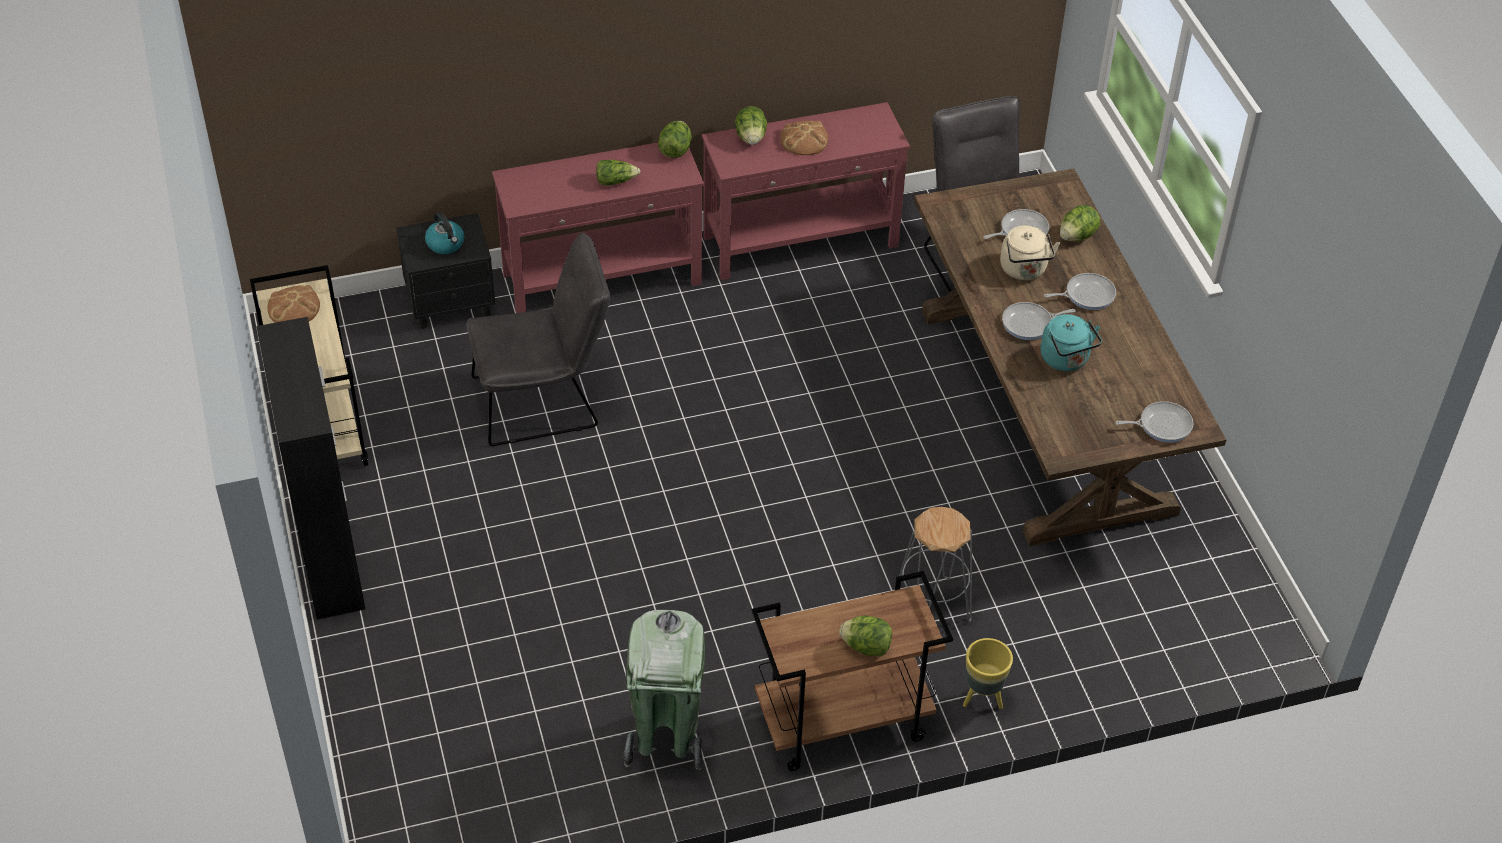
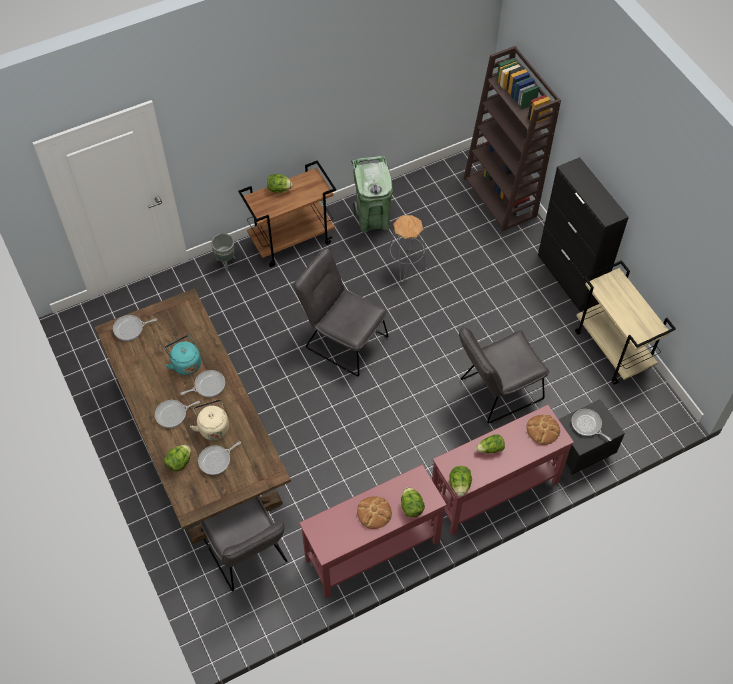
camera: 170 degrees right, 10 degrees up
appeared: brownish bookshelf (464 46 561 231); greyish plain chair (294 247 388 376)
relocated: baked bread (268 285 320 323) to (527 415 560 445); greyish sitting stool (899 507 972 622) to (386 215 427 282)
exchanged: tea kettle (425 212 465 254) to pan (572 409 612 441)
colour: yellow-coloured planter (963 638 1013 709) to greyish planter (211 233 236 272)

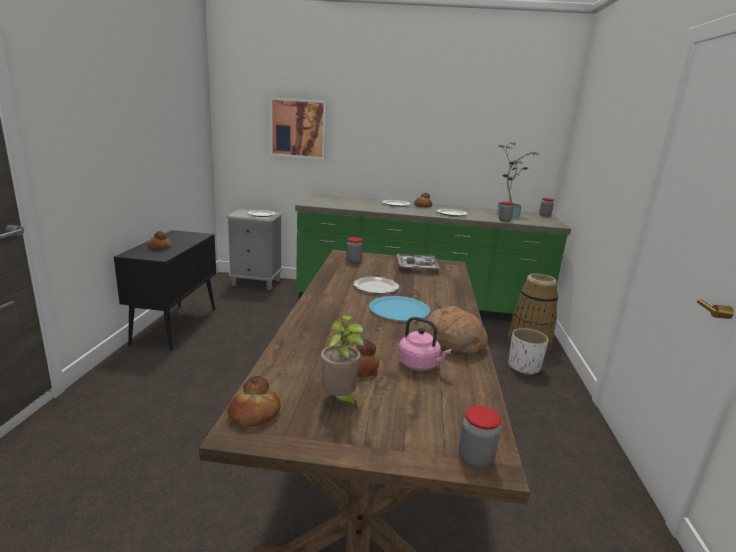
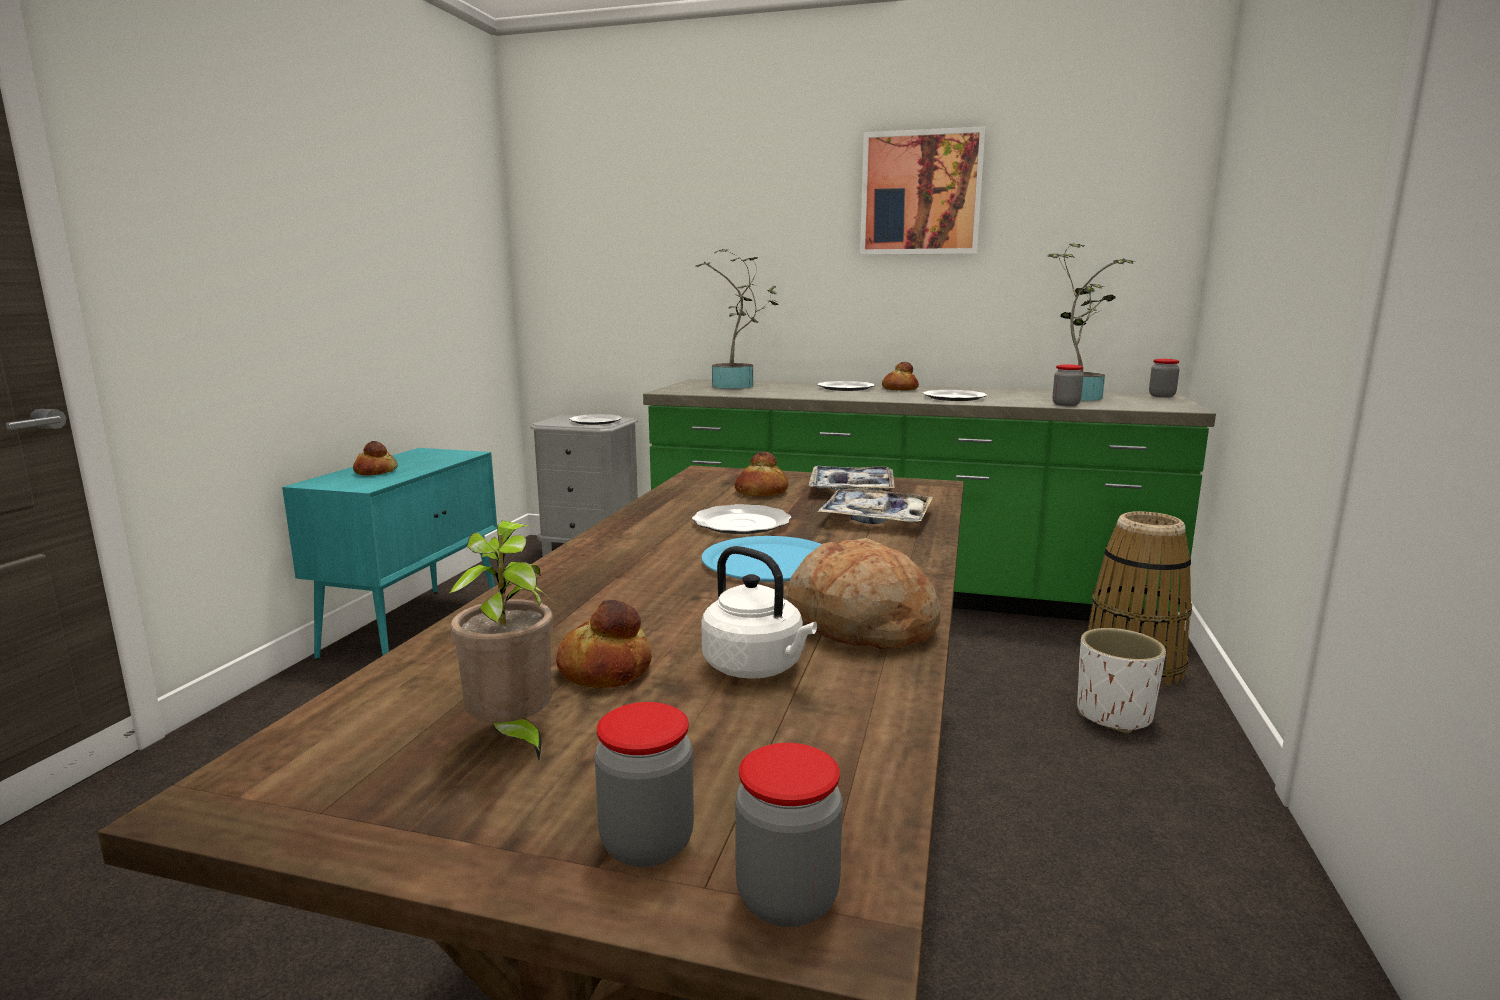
camera: 10 degrees right, 5 degrees down
appeared: potted plant (696 249 779 389); serving tray (817 489 933 524)
relocated: wall art (270 97 327 160) to (860 126 985 255); jar (346 237 363 263) to (595 702 694 867); baked bread (228 376 281 427) to (735 451 788 497)
colour: blackish cupboard (114 230 216 351) to turquoise cupboard (282 448 497 660); pink-coloured tea kettle (398 317 451 371) to white tea kettle (701 546 817 679)

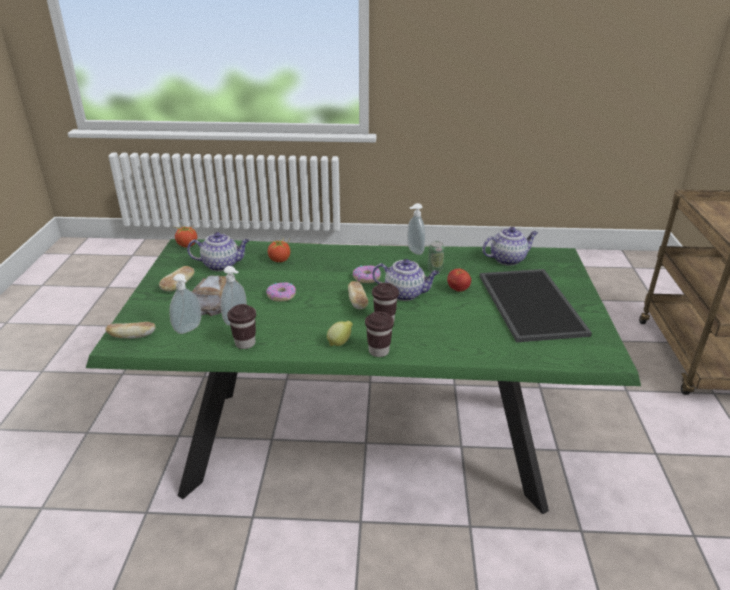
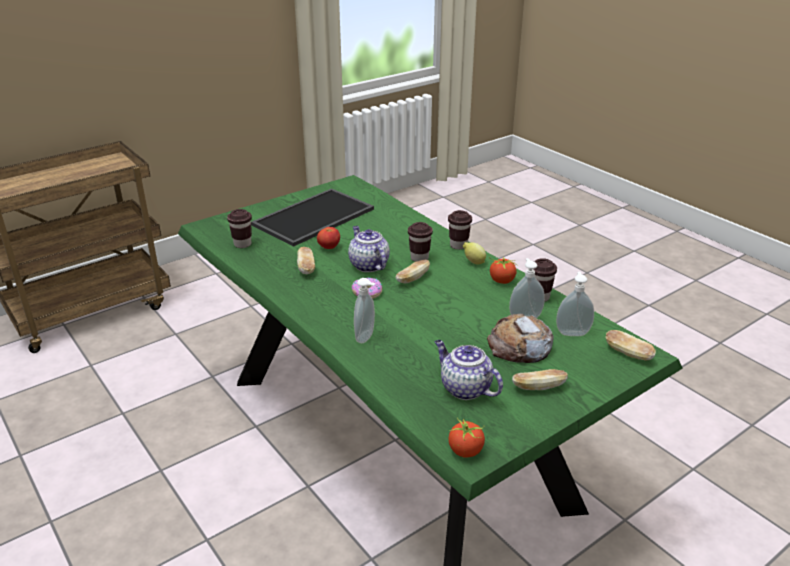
camera: 130 degrees left, 0 degrees up
missing: ring doughnut (266 282 296 301)
relocated: soap bottle (407 203 425 255) to (354 278 375 343); whole tomato (268 236 290 262) to (489 257 518 284)
exchanged: pot for tea (482 227 538 266) to brownish drinking cup (227 209 252 248); can (428 241 444 272) to baked bread (297 247 315 274)

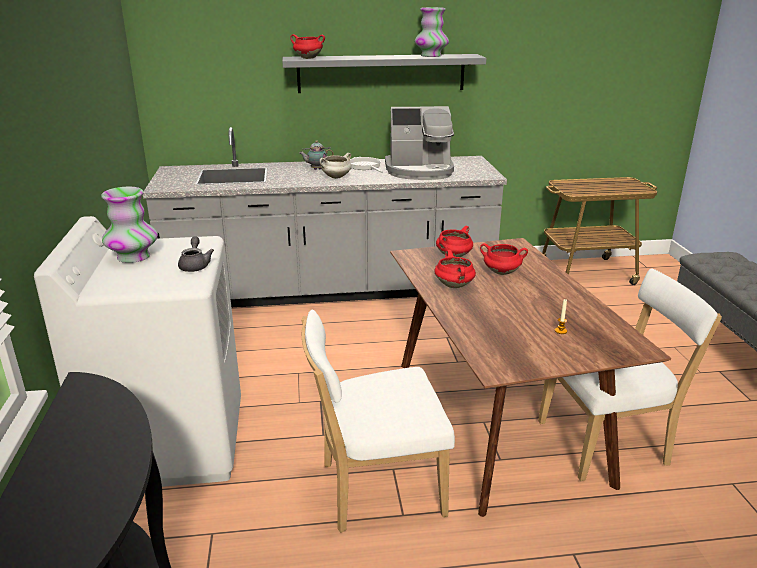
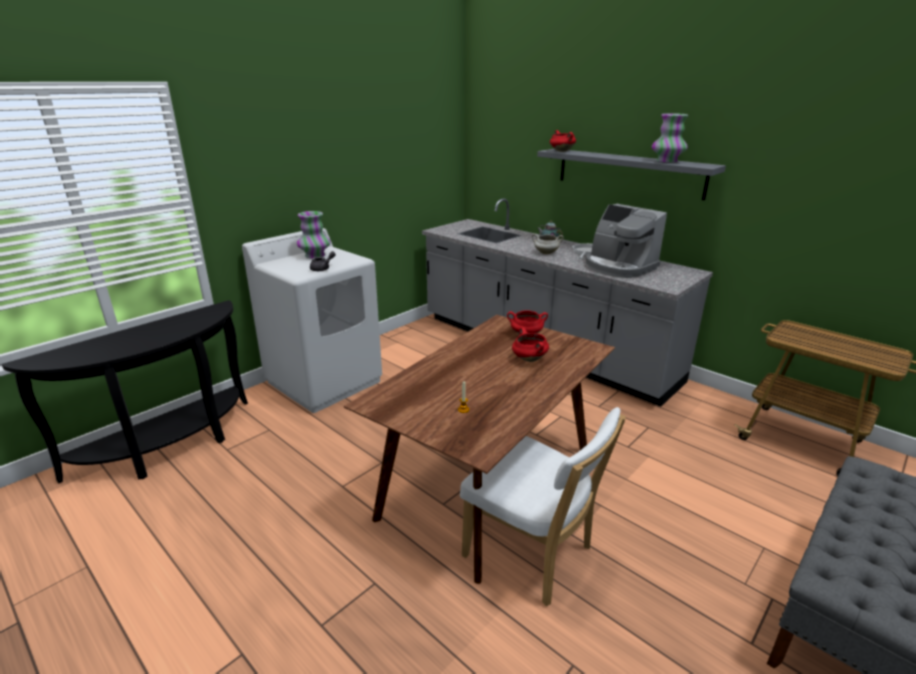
camera: 50 degrees right, 0 degrees up
missing: red-coloured cooking pot (434 250 476 288); white plain chair (301 310 455 533)

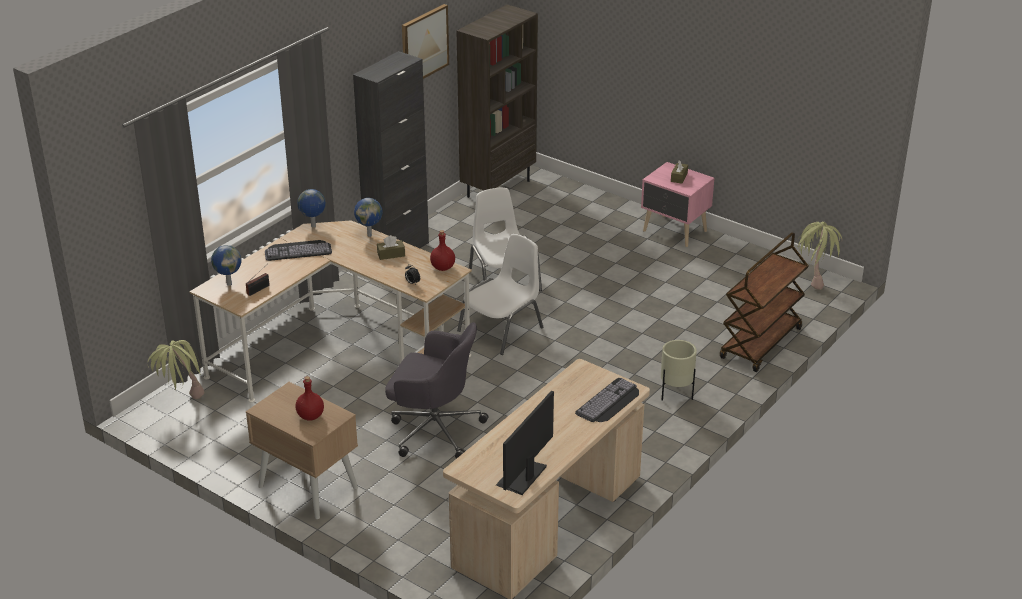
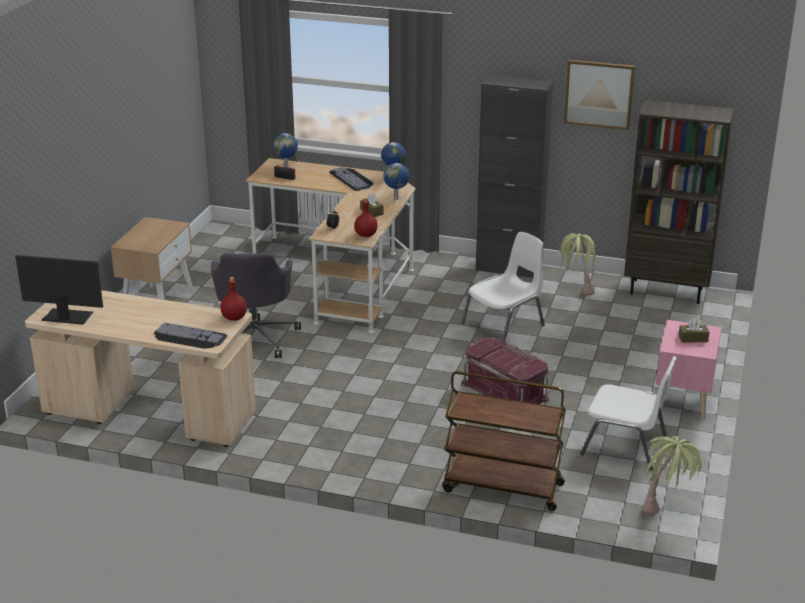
camera: 70 degrees right, 5 degrees down
missing: sand-coloured planter (661 340 697 401)
appeared: red-coloured storage box (461 338 550 404)
relocated: white plain chair (457 234 543 355) to (580 356 677 470); potted plant (147 340 204 399) to (559 233 599 295); red-coloured beverage bottle (295 376 324 421) to (220 277 247 321)

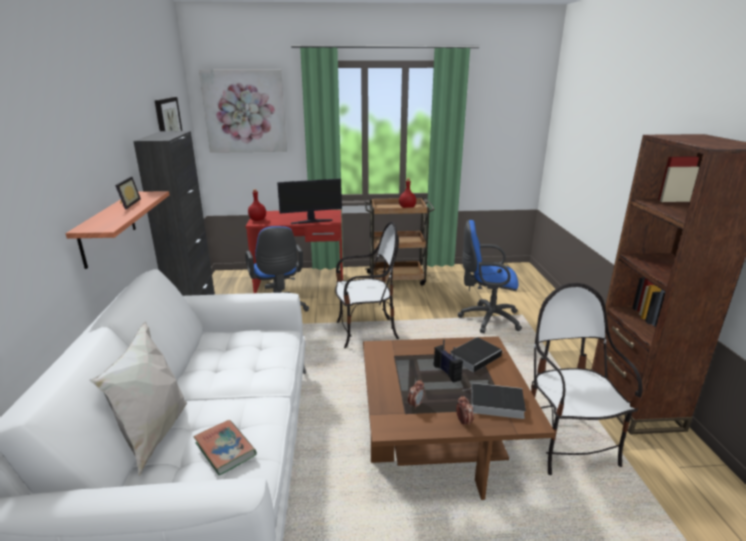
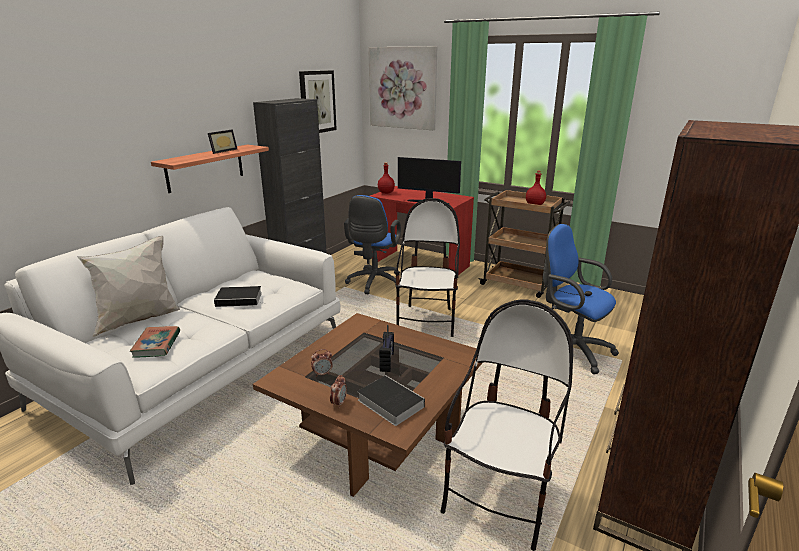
camera: 35 degrees right, 0 degrees up
relocated: book (450 337 504 373) to (214 286 264 307)
spun: plain chair (335 222 399 348) = (396 198 460 337) 105 degrees counterclockwise

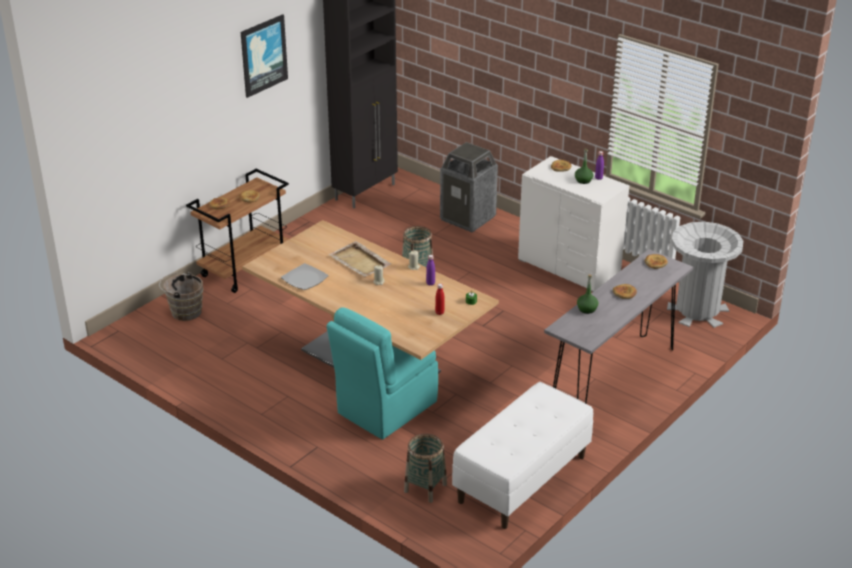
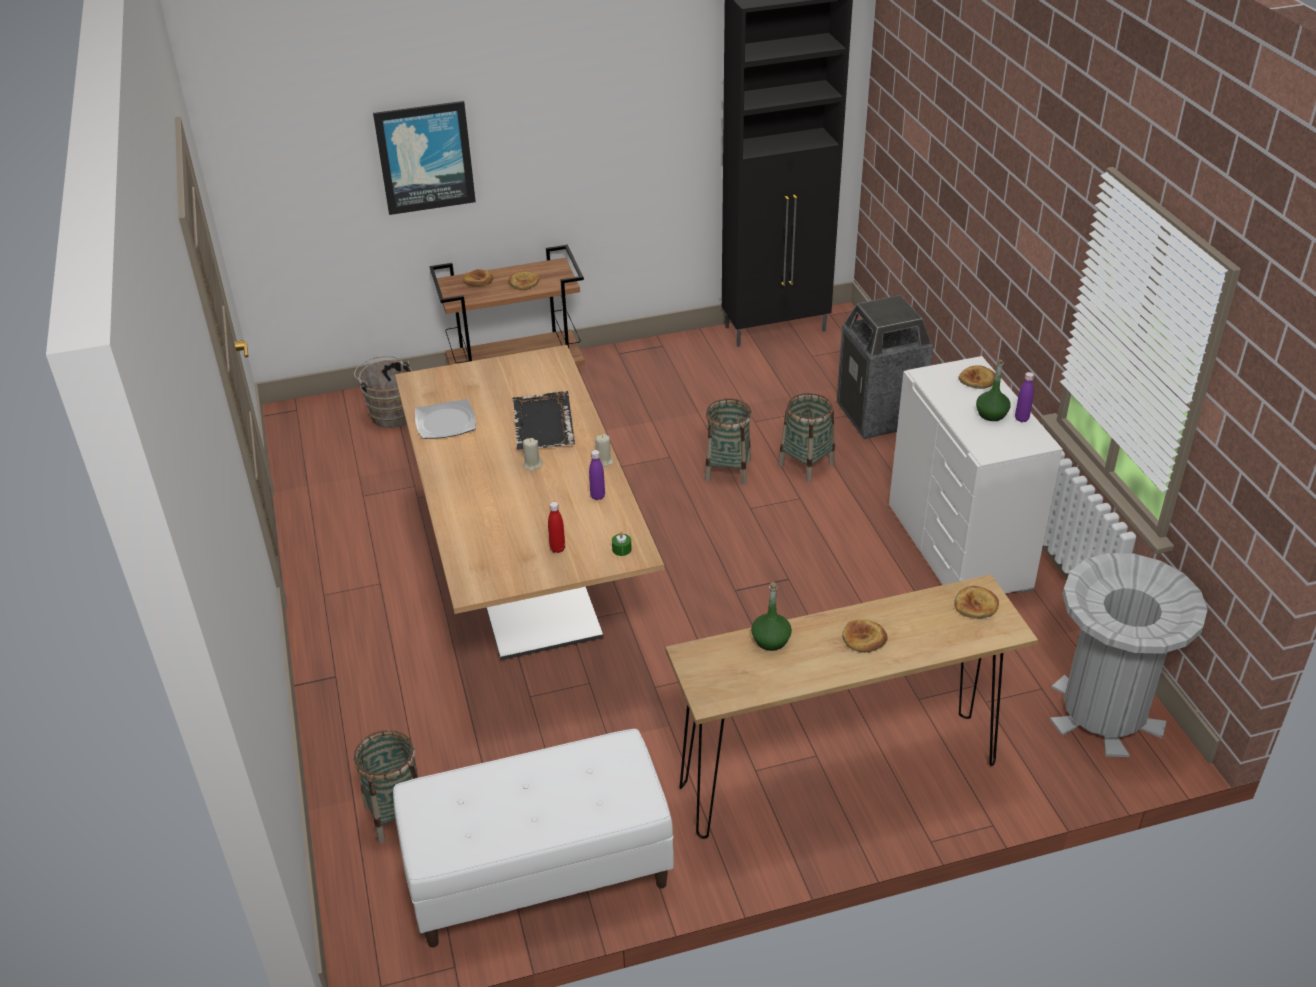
camera: 35 degrees right, 5 degrees up
missing: turquoise plain chair (326 307 438 439)
appeared: basket (778 393 835 482)
relocated: wall art (241 14 288 98) to (373 101 476 215)
colour: sand-coloured serving tray (329 241 391 277) to blackish serving tray (512 391 575 450); greyish console table (544 249 693 403) to brownish console table (666 575 1038 839)

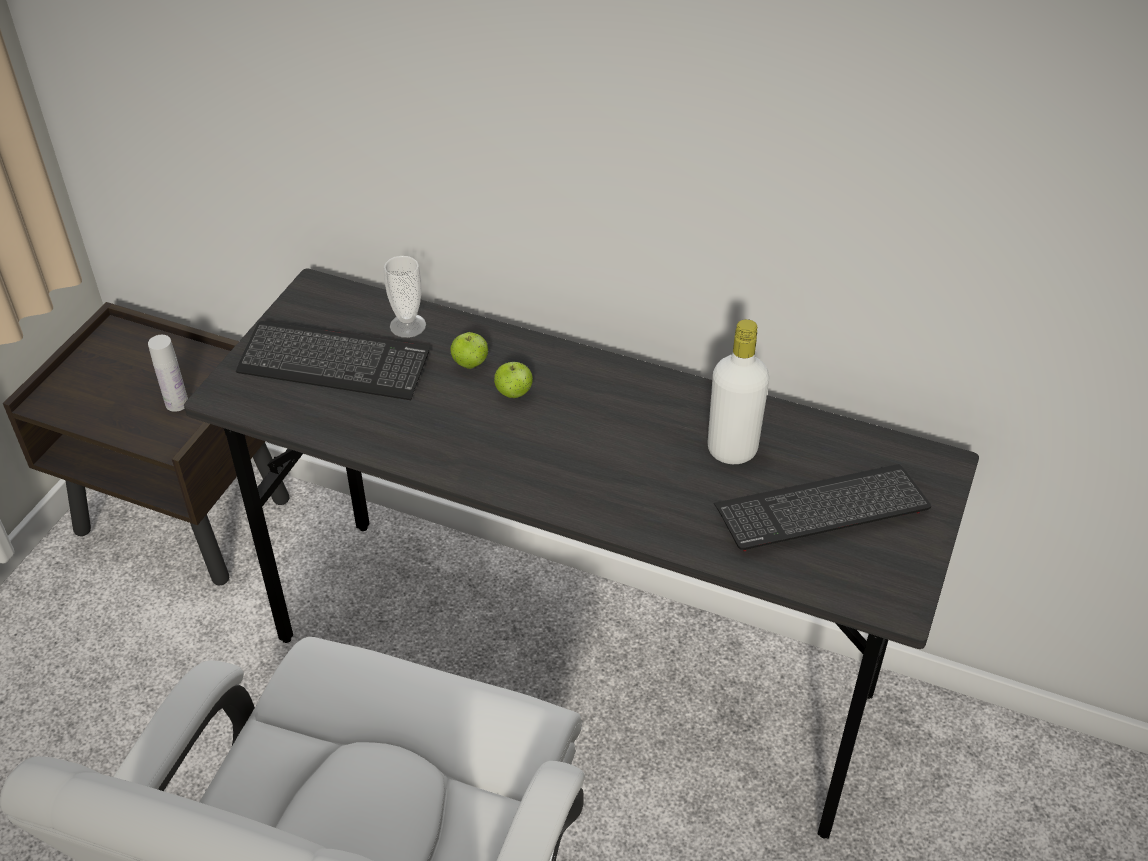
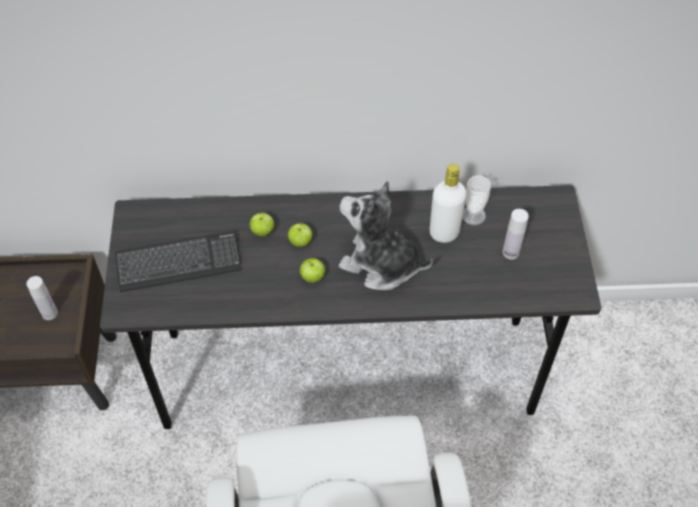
camera: 25 degrees left, 10 degrees up
appeared: soft toy (339 181 433 290); whole apple (300 258 325 283)
relocated: drinking cup (384 256 426 338) to (463 175 491 225)
exchanged: computer keyboard (714 464 931 551) to white beverage bottle (502 209 529 260)

